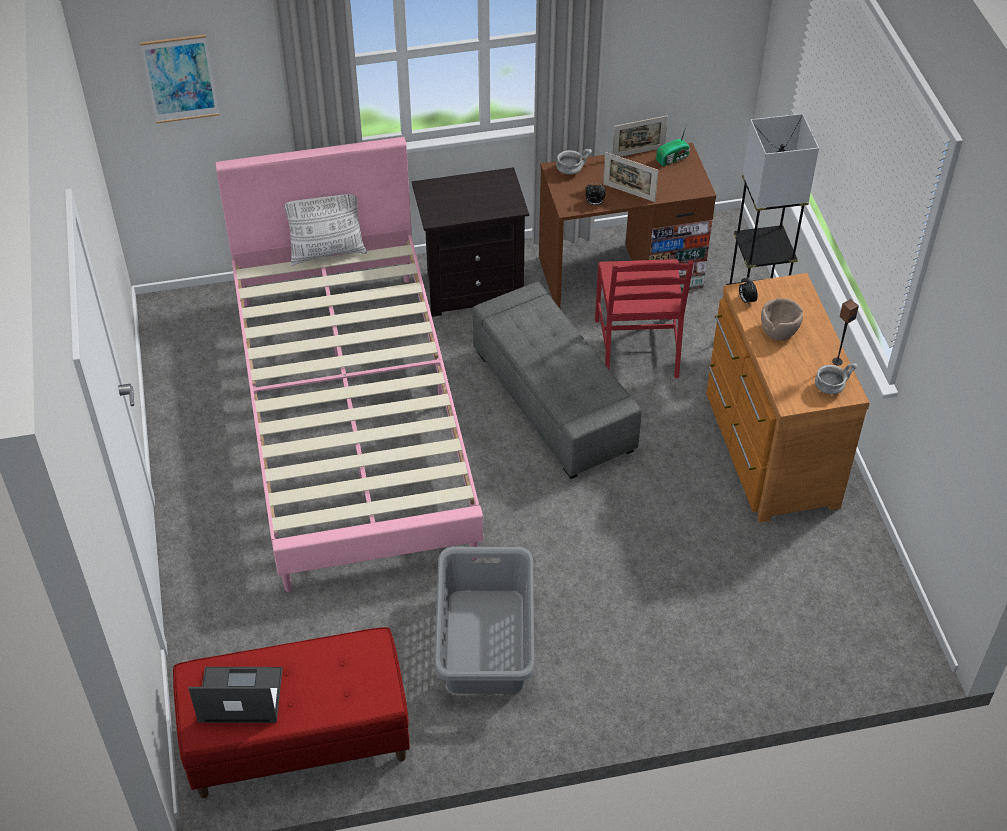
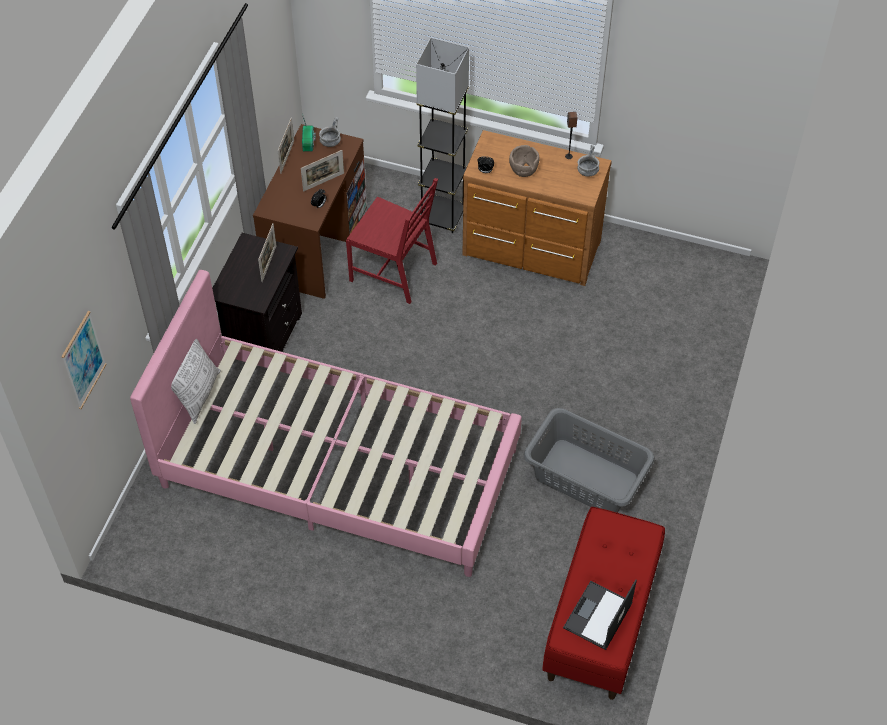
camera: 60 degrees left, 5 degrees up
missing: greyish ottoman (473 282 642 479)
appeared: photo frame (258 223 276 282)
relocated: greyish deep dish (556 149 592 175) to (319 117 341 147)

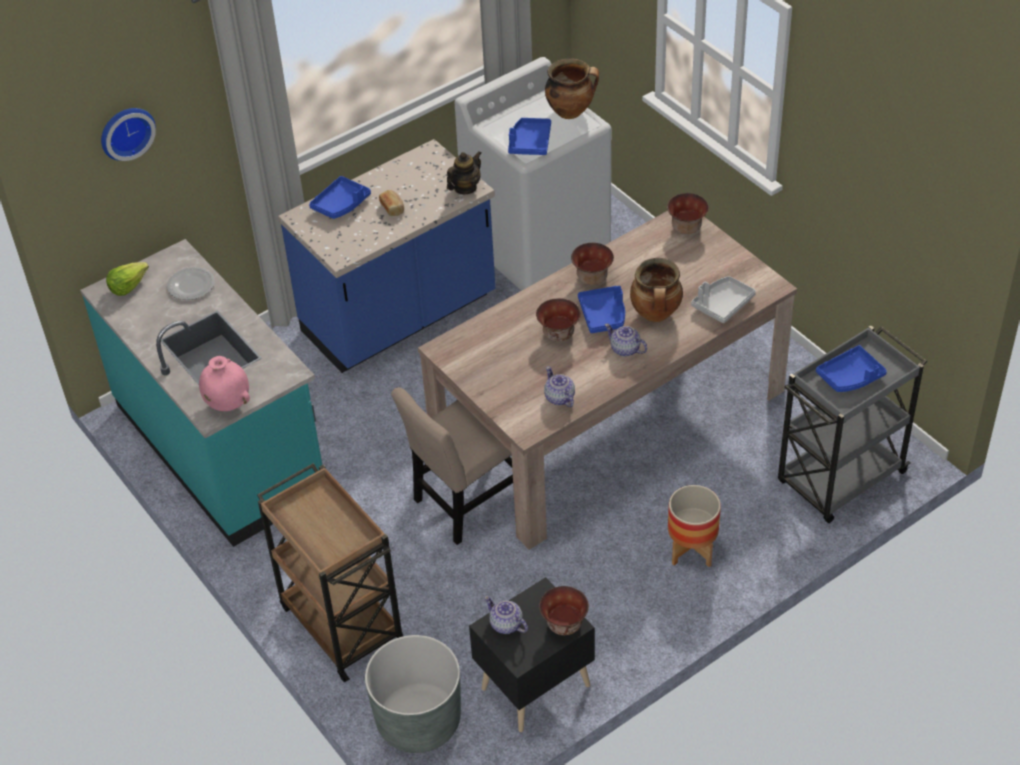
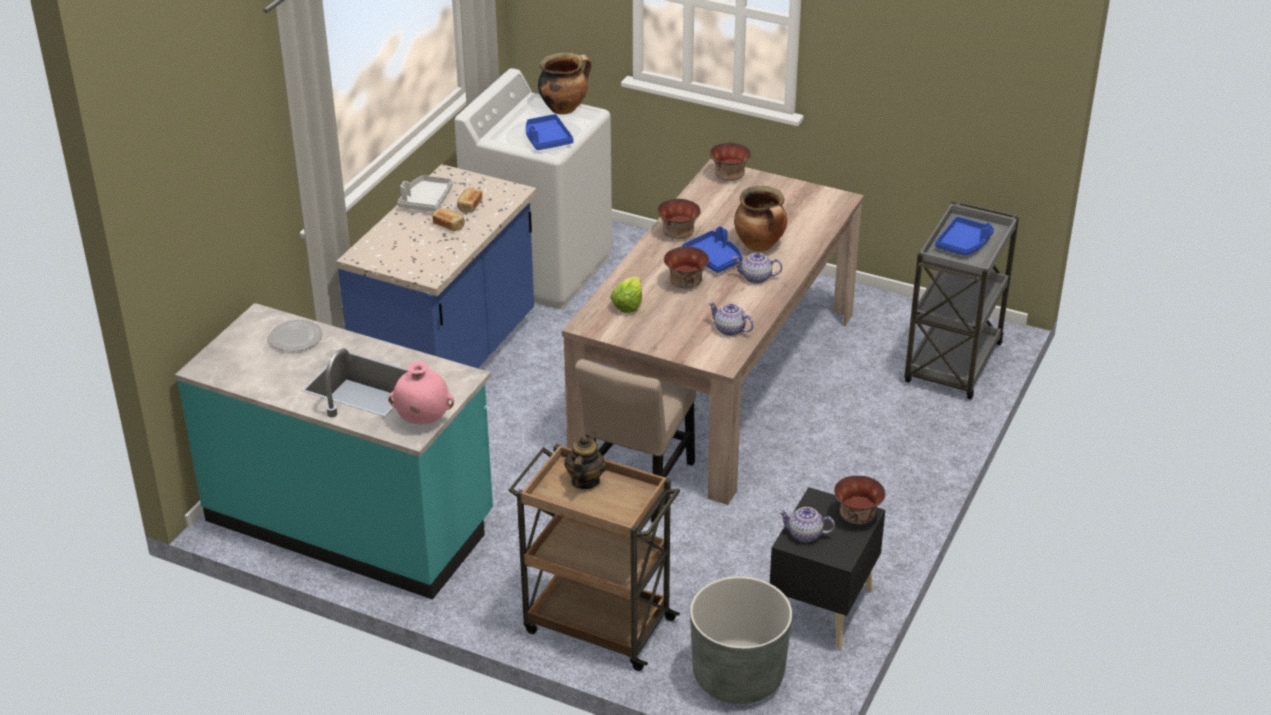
camera: 30 degrees left, 10 degrees down
missing: hanging clock (101 108 156 161); bluish serving tray (309 176 371 219); planter (668 485 721 567)
appeared: baked bread (457 187 483 212)
relocated: pot for tea (447 151 481 195) to (564 431 606 489); head of lettuce (106 262 149 296) to (610 276 642 313); greyish serving tray (691 276 756 323) to (398 175 453 212)

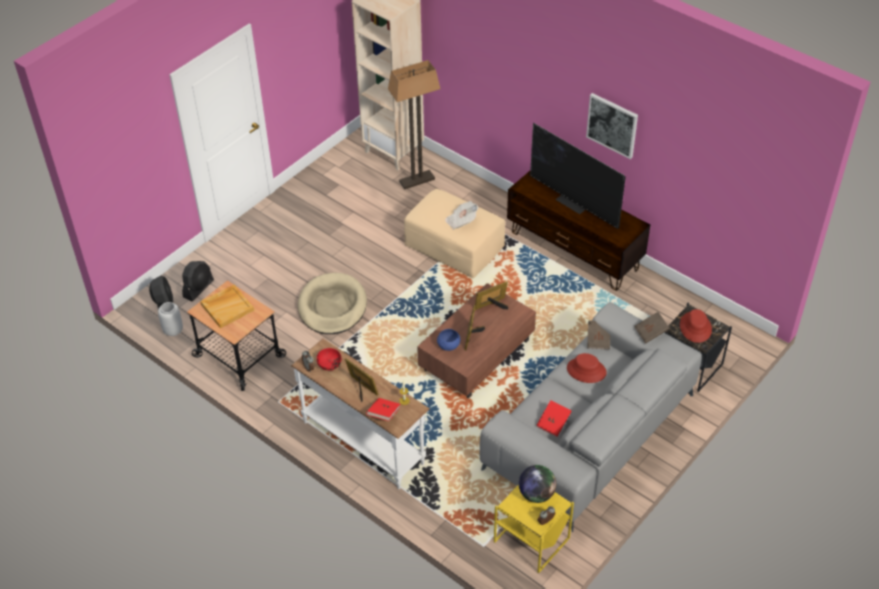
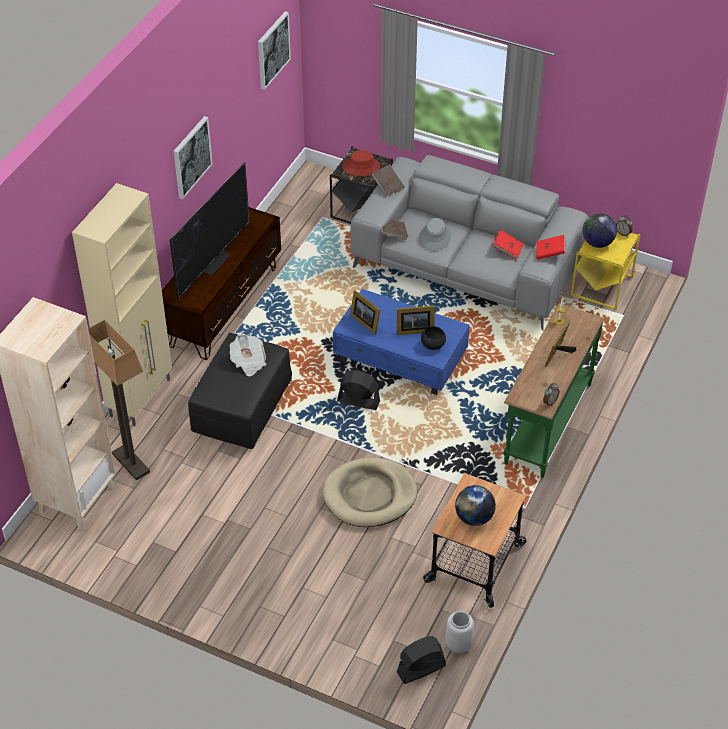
camera: 105 degrees left, 0 degrees up
missing: red-coloured deep dish (317 348 342 371)
appeared: wall art (258 11 291 90); sand-coloured cupboard (72 183 172 426)
relocated: blackish cooling fan (182 261 214 301) to (337 370 380 410); red-coloured book (366 398 400 421) to (536 235 566 260)
exchanged: sand-coloured serving tray (200 285 254 328) to desk globe (455 485 496 526)
colour: sand-coloured ottoman (404 189 505 278) to blackish ottoman (188 333 292 449); brownish coffee table (417 283 536 399) to bluish coffee table (333 289 470 395); bluish deep dish (437 329 460 351) to blackish deep dish (421 326 446 350); white console table (291 339 430 489) to greenish console table (503 303 605 478); red-coloured clothing hat (567 353 607 383) to greyish clothing hat (419 218 451 250)

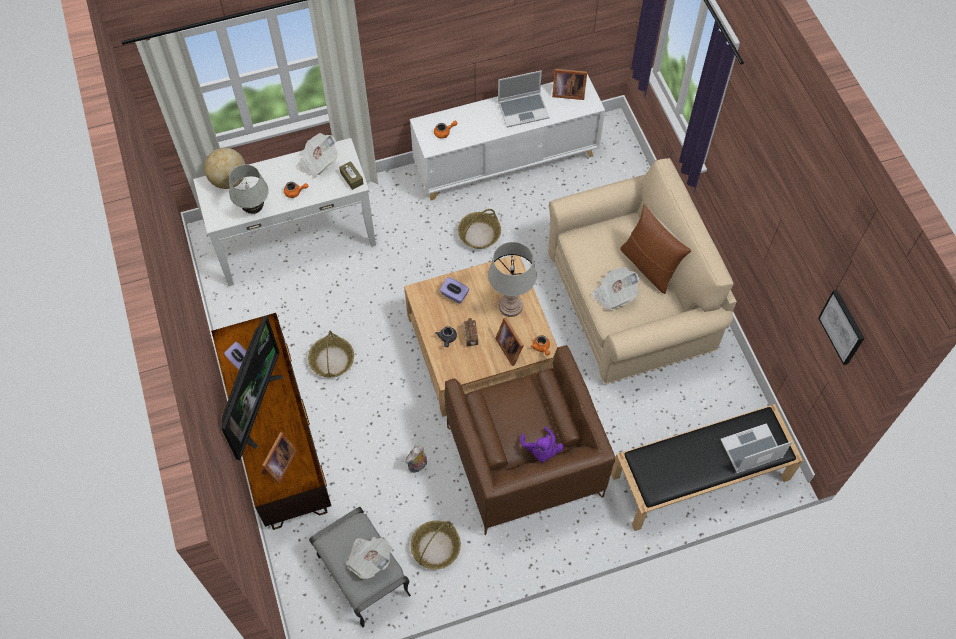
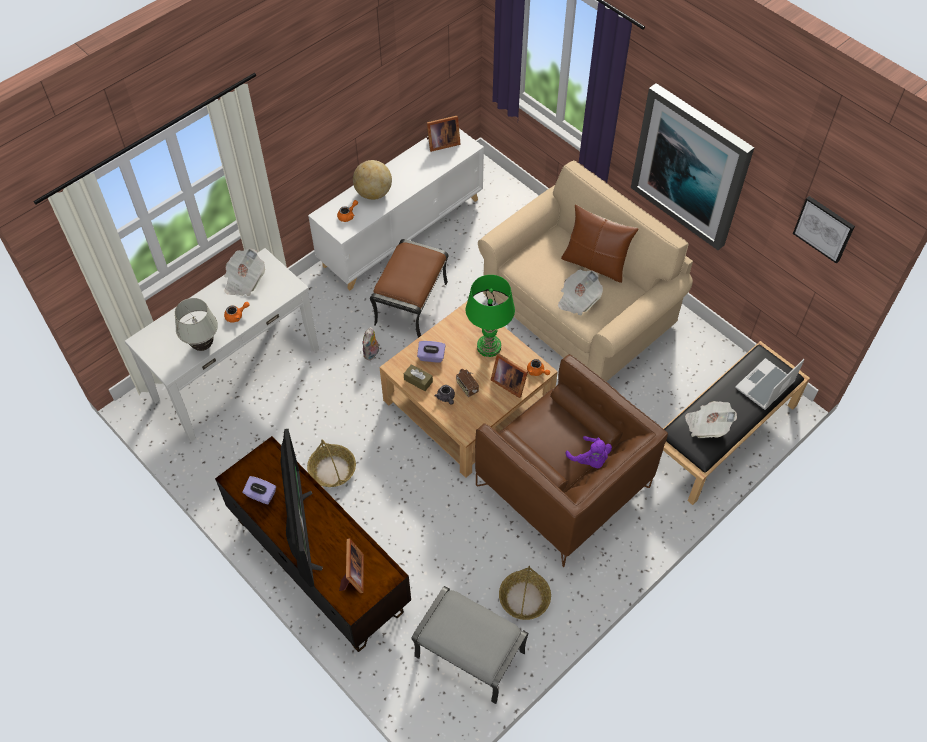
camera: 25 degrees left, 5 degrees down
missing: laptop (498 70 550 127)
appeared: wall art (631 83 754 250)
relocated: desk globe (204 148 245 189) to (353 160 392 200); brownish tissue box (339 161 364 190) to (404 364 433 391); soft toy (406 446 427 473) to (362 327 379 360); printed paper (346 537 392 579) to (685 401 737 438)
exchanged: basket (458 209 501 249) to brownish ottoman (370 239 448 338)
colour: greyish table lamp (488 242 537 317) to greenish table lamp (466 275 515 357)

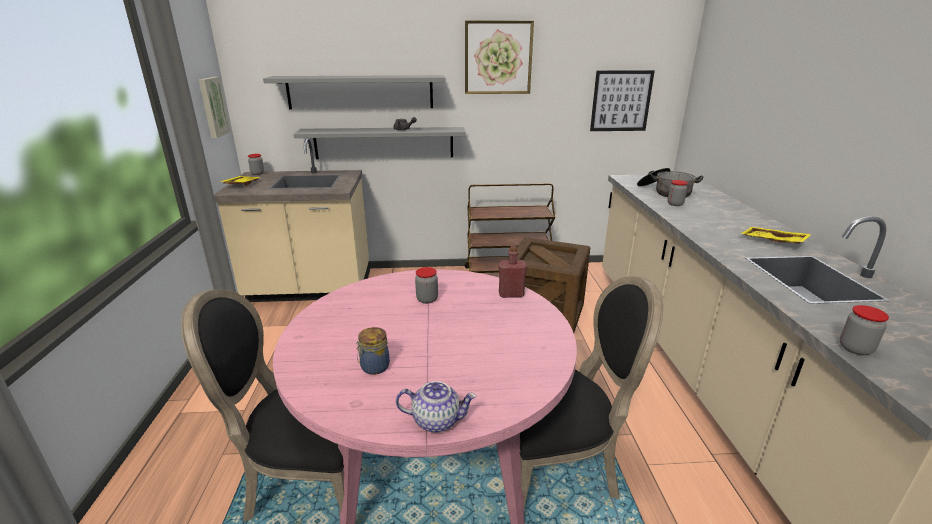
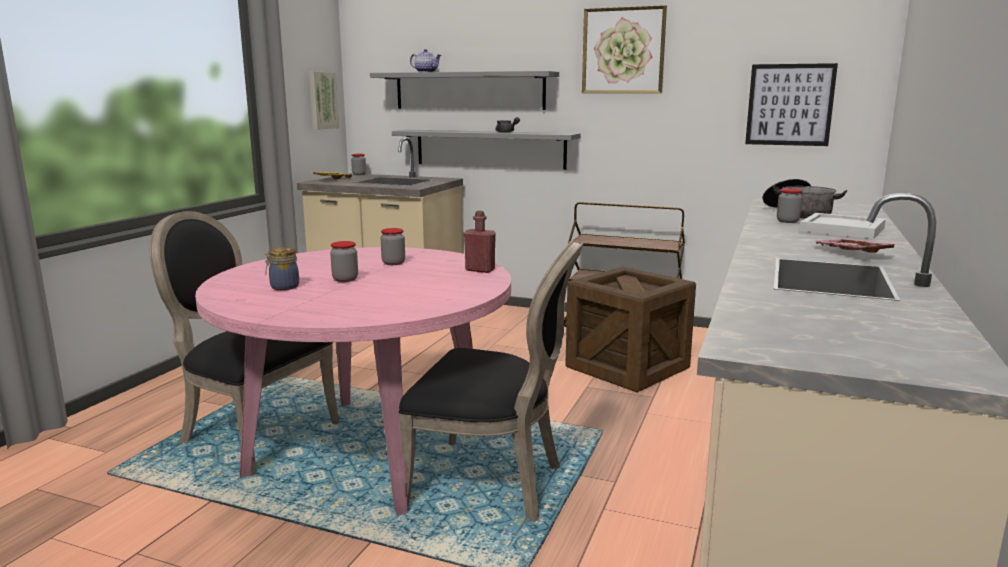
camera: 25 degrees right, 10 degrees down
appeared: white serving tray (799 213 886 239)
relocated: jar (840 305 889 355) to (330 241 358 282); pot for tea (396 381 477 433) to (410 49 441 72)
colour: yellow-coloured serving tray (741 227 812 244) to pink-coloured serving tray (812 239 902 253)

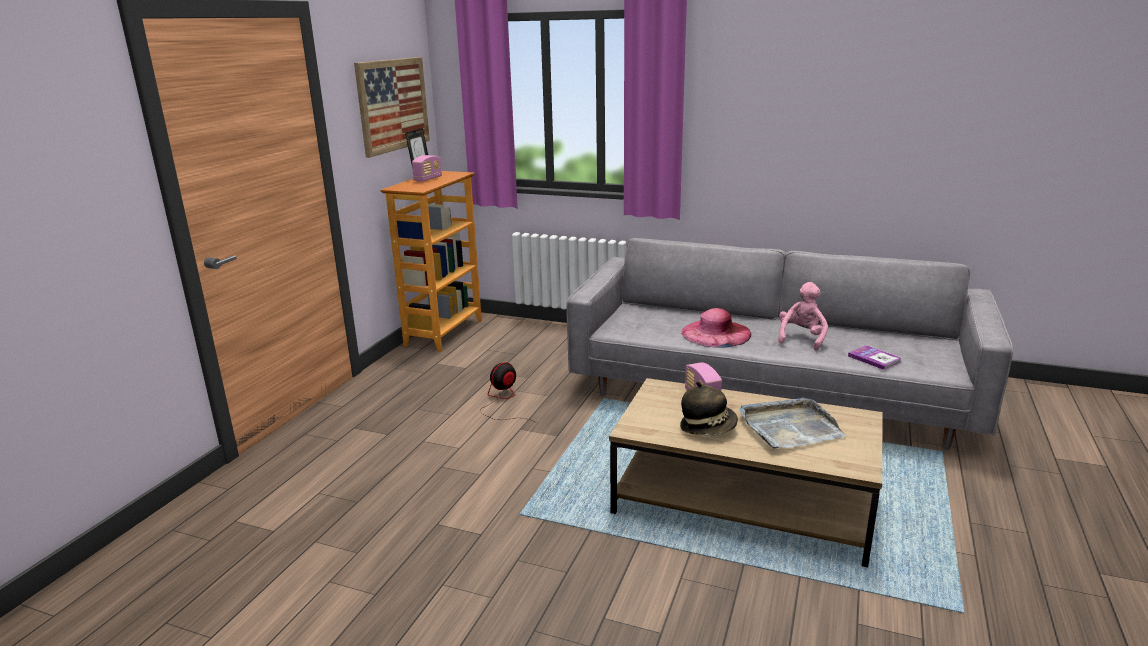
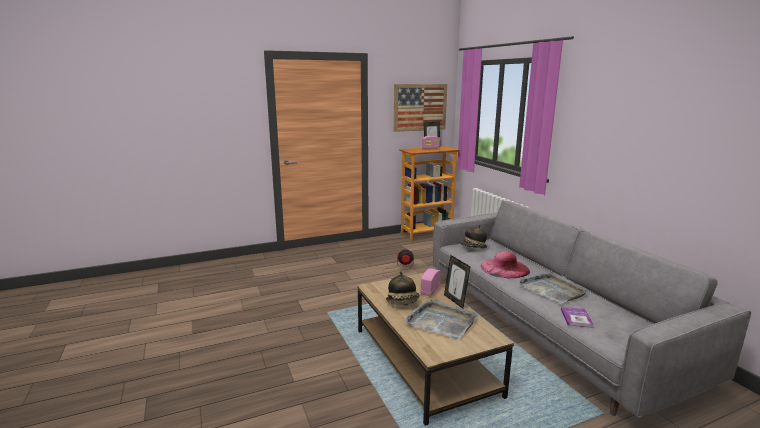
camera: 45 degrees right, 5 degrees down
appeared: clothing hat (460 225 487 249); photo frame (444 255 470 309)
exchanged: pink-coloured soft toy (778 282 828 351) to greyish serving tray (517 272 588 304)

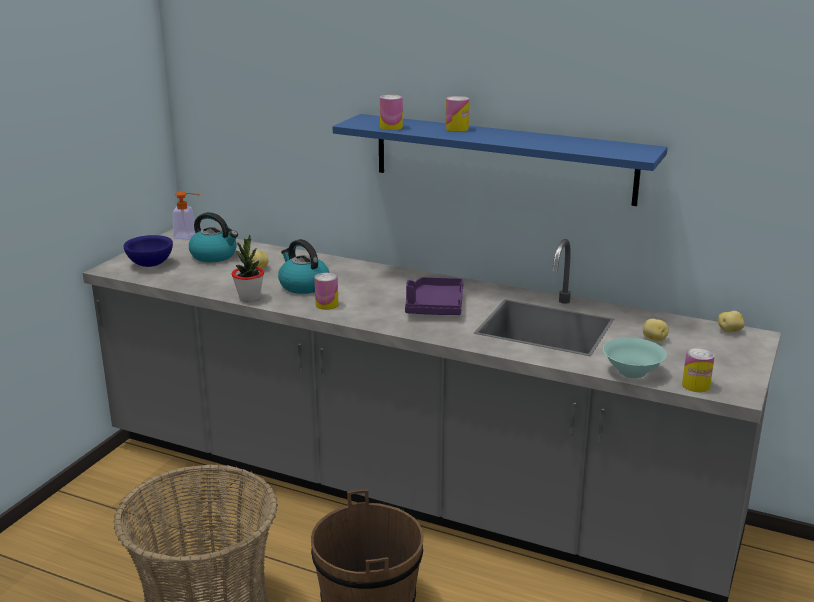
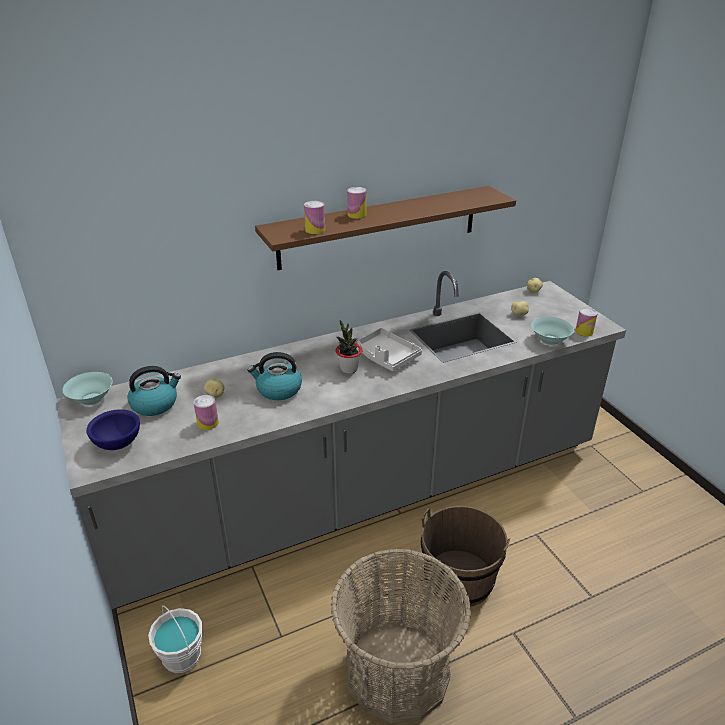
camera: 50 degrees left, 10 degrees up
appeared: white bucket (148 606 202 673)
relocated: potted plant (232 235 264 302) to (335 320 363 374); can (314 273 339 310) to (194 395 219 430)
exchanged: soap bottle (173 191 200 239) to turquoise deep dish (62 372 113 406)
colour: bluish wall shelf (333 114 668 206) to brownish wall shelf (255 186 516 270); purplish serving tray (405 277 464 315) to greyish serving tray (358 328 422 371)

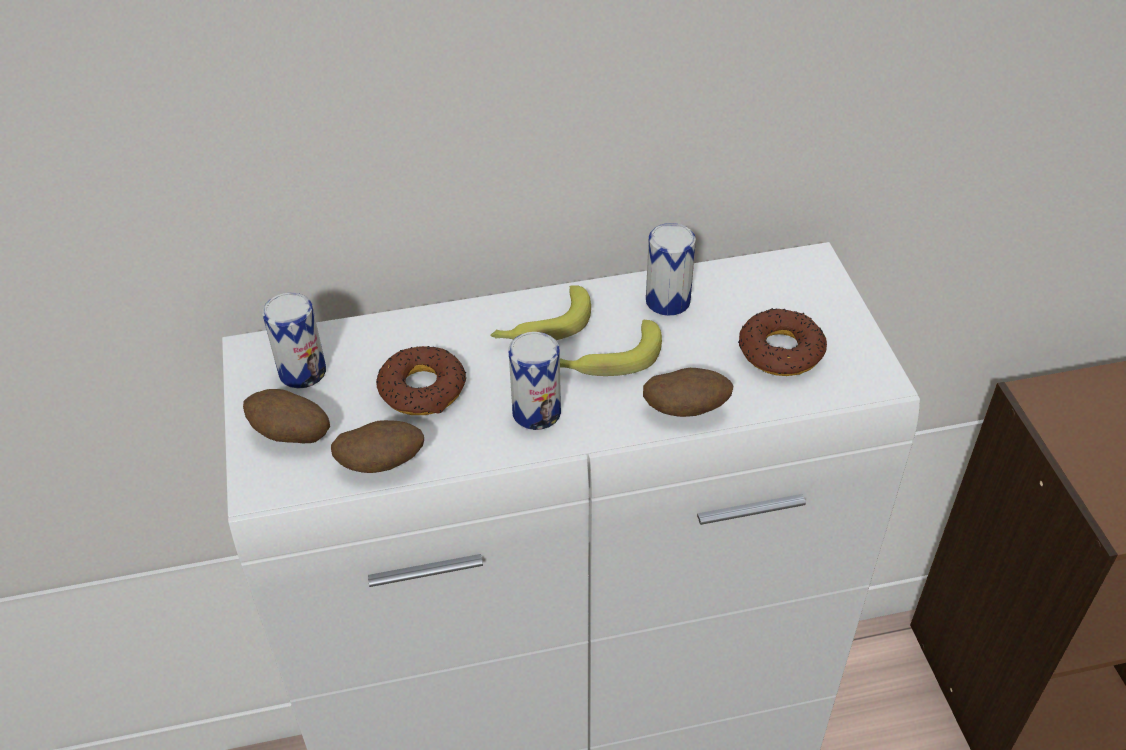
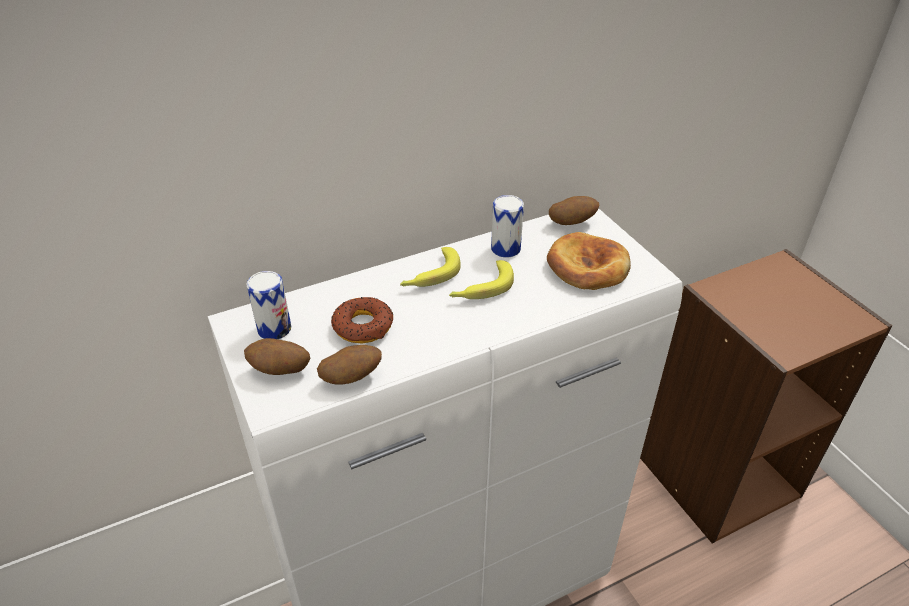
camera: 15 degrees left, 5 degrees down
missing: can (508 332 561 430)
relocated: spud (643 368 733 417) to (549 196 599 225)
exchanged: ring doughnut (738 308 827 376) to baked bread (547 232 631 290)

